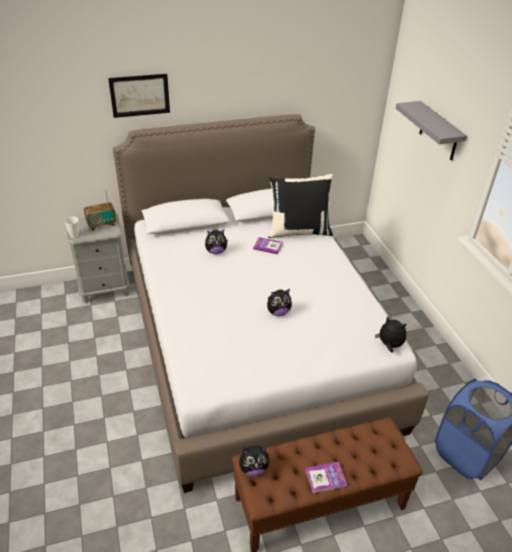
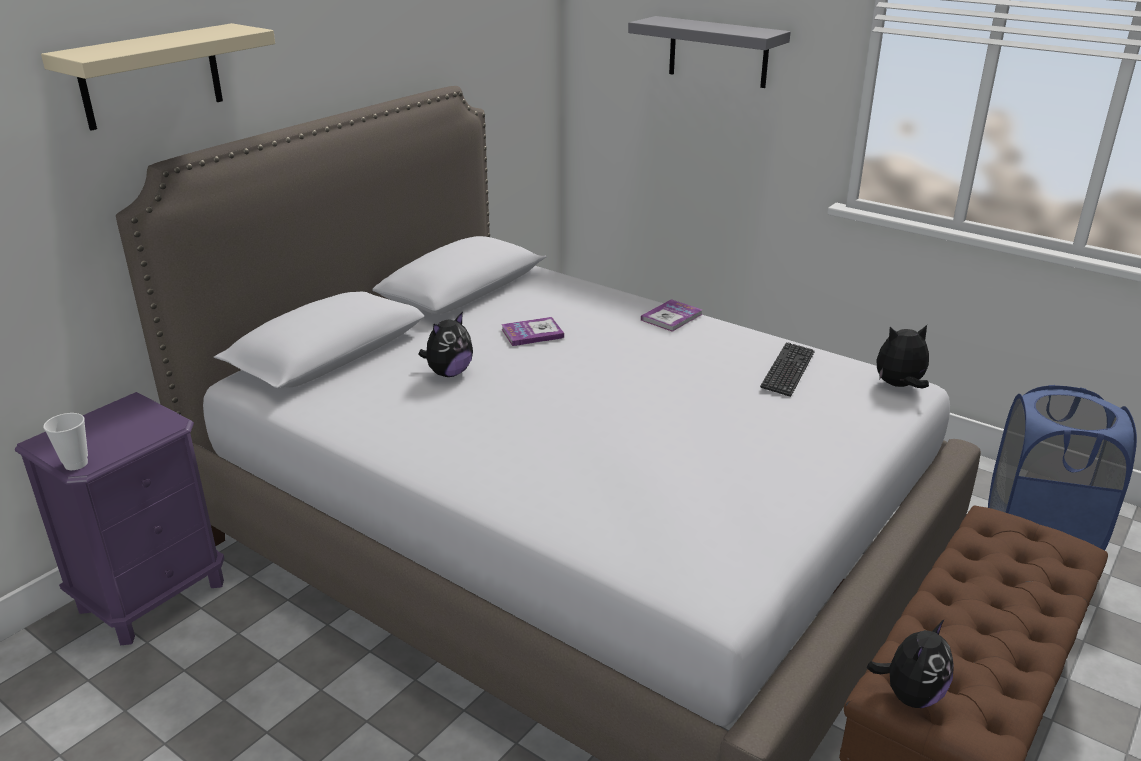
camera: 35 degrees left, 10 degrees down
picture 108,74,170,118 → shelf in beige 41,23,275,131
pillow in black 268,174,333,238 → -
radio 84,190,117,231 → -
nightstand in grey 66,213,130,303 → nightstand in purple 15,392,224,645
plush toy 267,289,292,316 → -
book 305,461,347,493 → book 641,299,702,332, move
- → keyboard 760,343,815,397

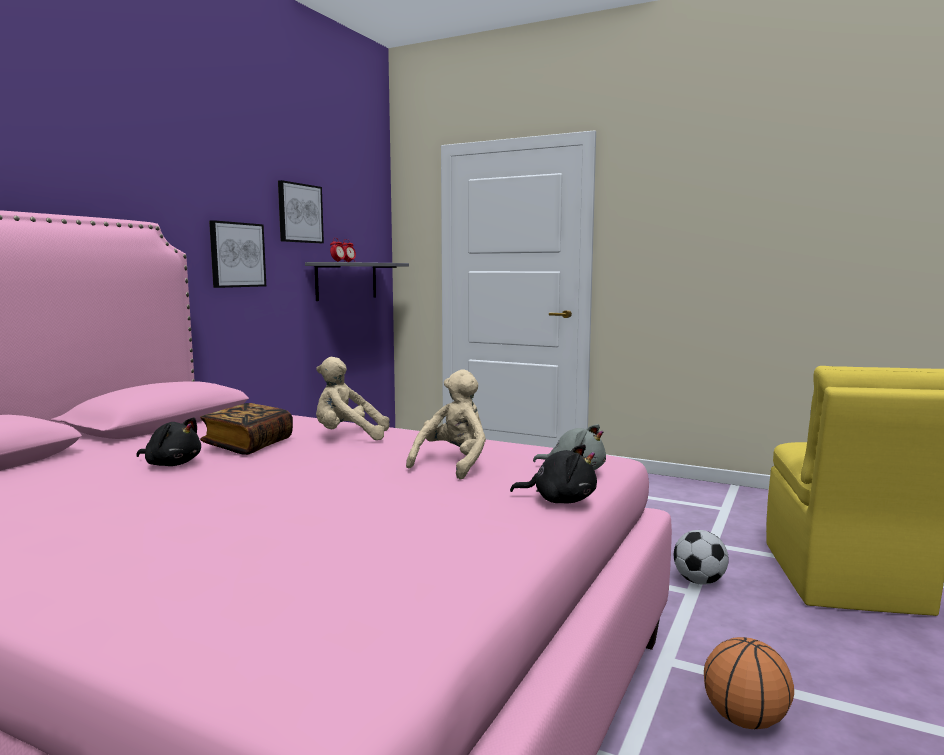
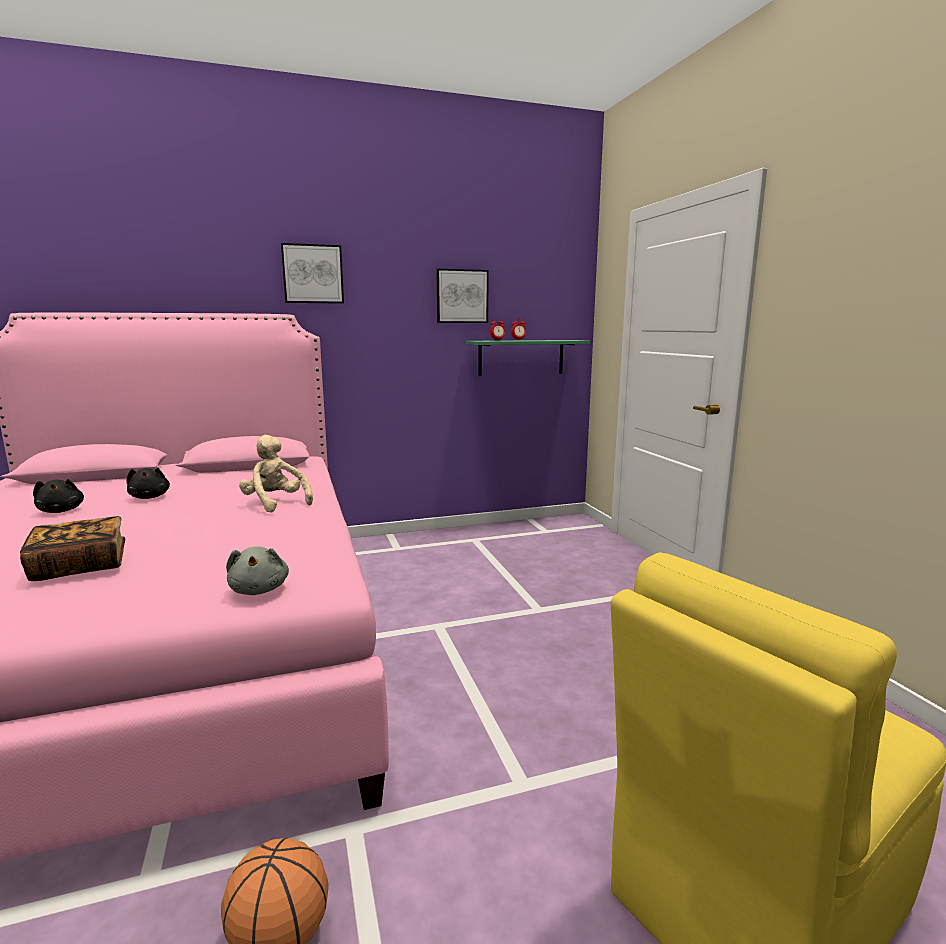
camera: 45 degrees right, 5 degrees up
picture 209,220,266,288 → picture 281,243,344,304, move
shelf in grey 305,262,409,301 → shelf in green 466,340,590,376
plush toy in beige 406,369,486,480 → -
book 200,403,293,455 → book 20,516,125,581, move
plush toy in black 510,444,597,503 → plush toy in black 33,479,84,513, move
football 674,530,729,585 → -

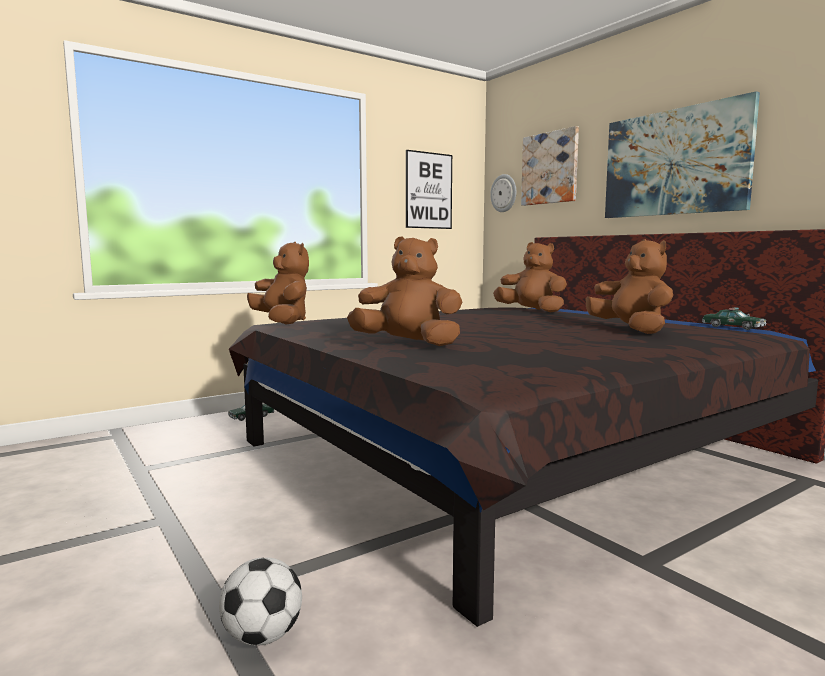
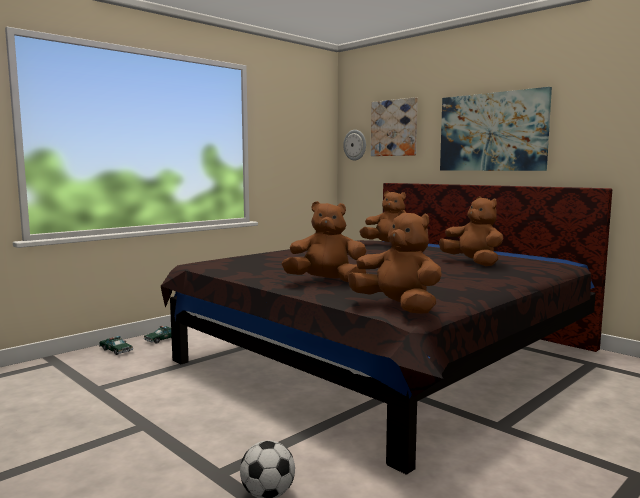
camera: 10 degrees left, 0 degrees up
picture 406,150,452,229 → -
plush toy in brown 247,242,309,324 → plush toy in brown 348,210,442,314, move
toy car 702,307,766,330 → toy car 99,336,133,355, move

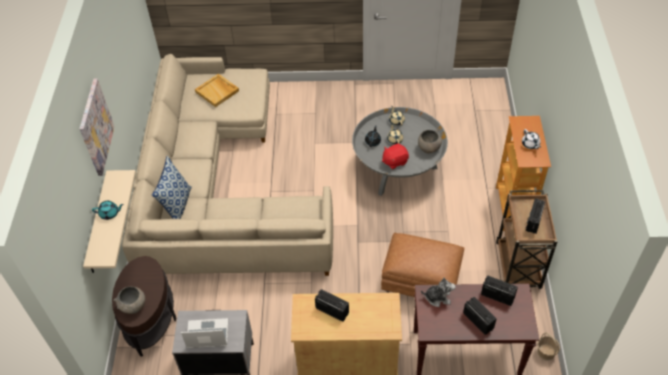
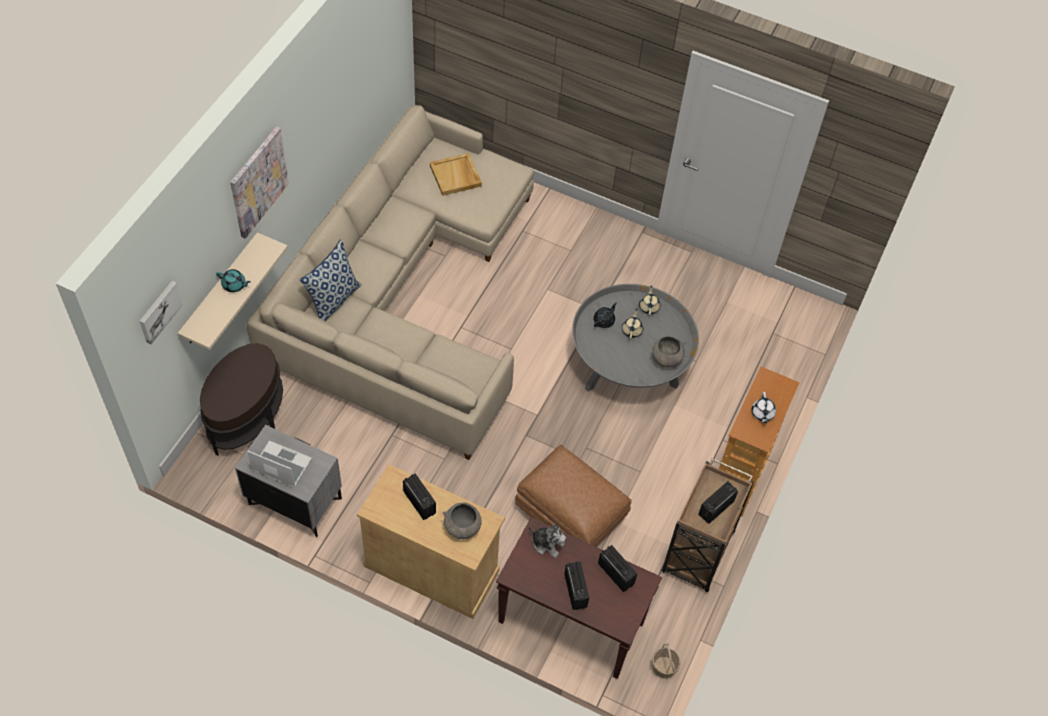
camera: 20 degrees right, 5 degrees up
plush toy in red 382,144,409,169 → -
bowl in grey 113,286,145,314 → bowl in grey 443,503,482,539, move
- → picture 140,281,183,345

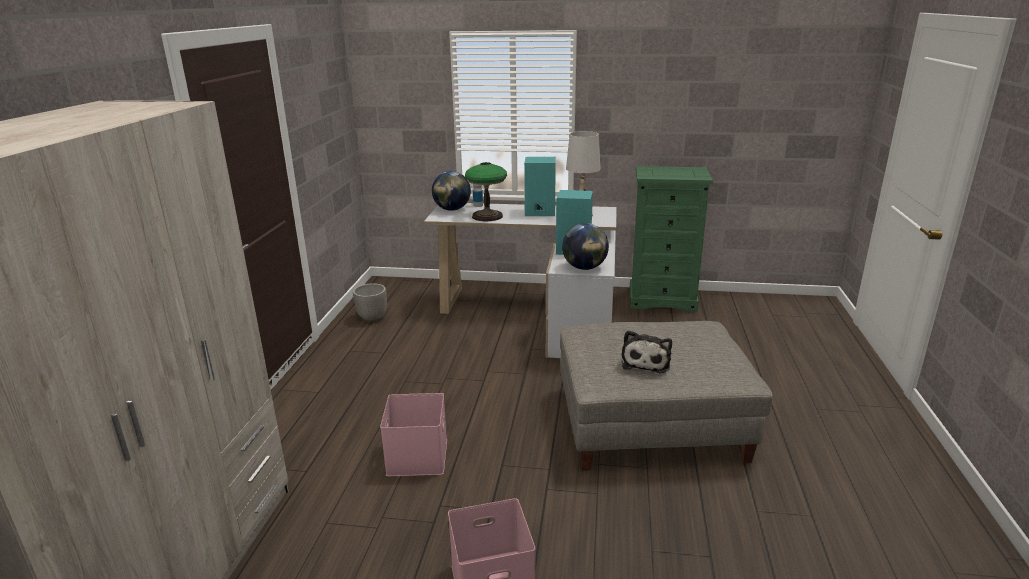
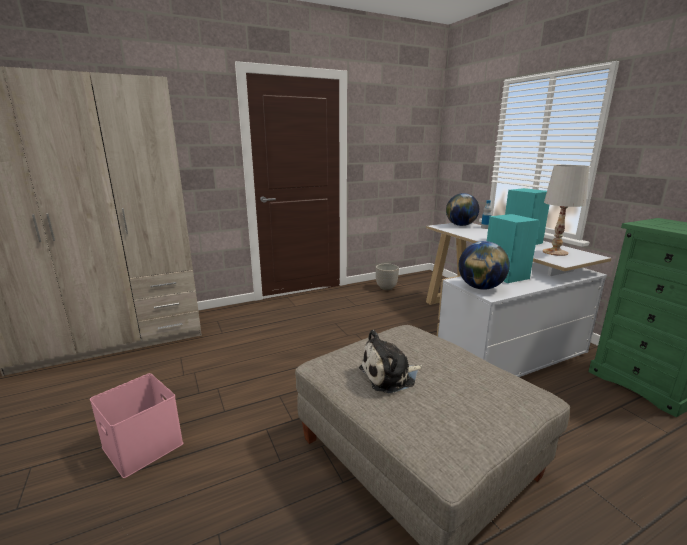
camera: 55 degrees right, 5 degrees down
table lamp 465,162,507,221 → -
storage box in pink 380,393,447,476 → -

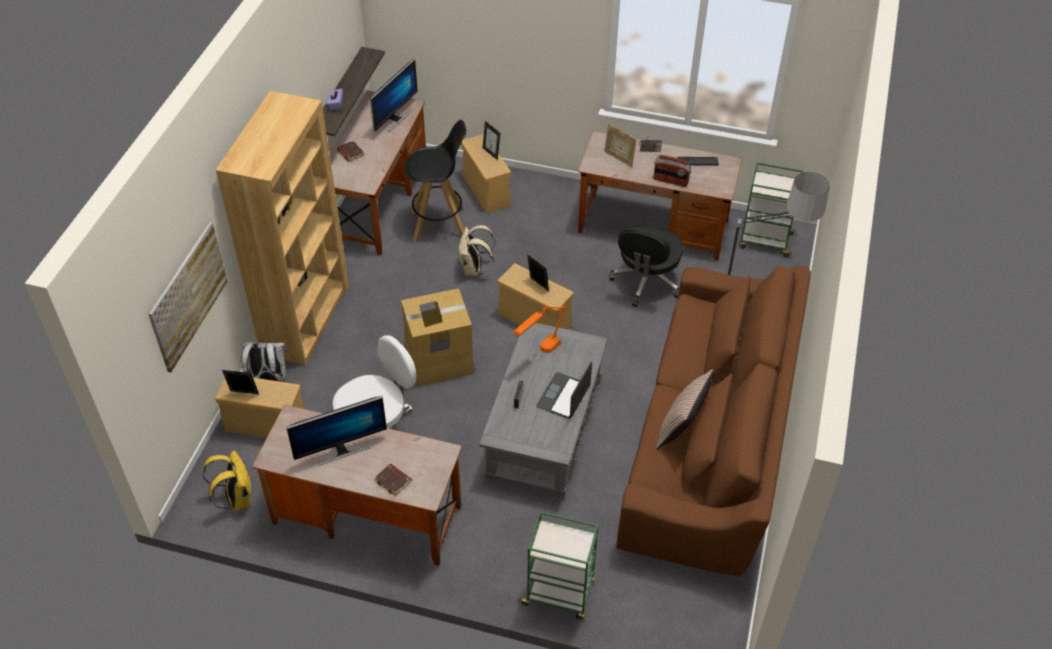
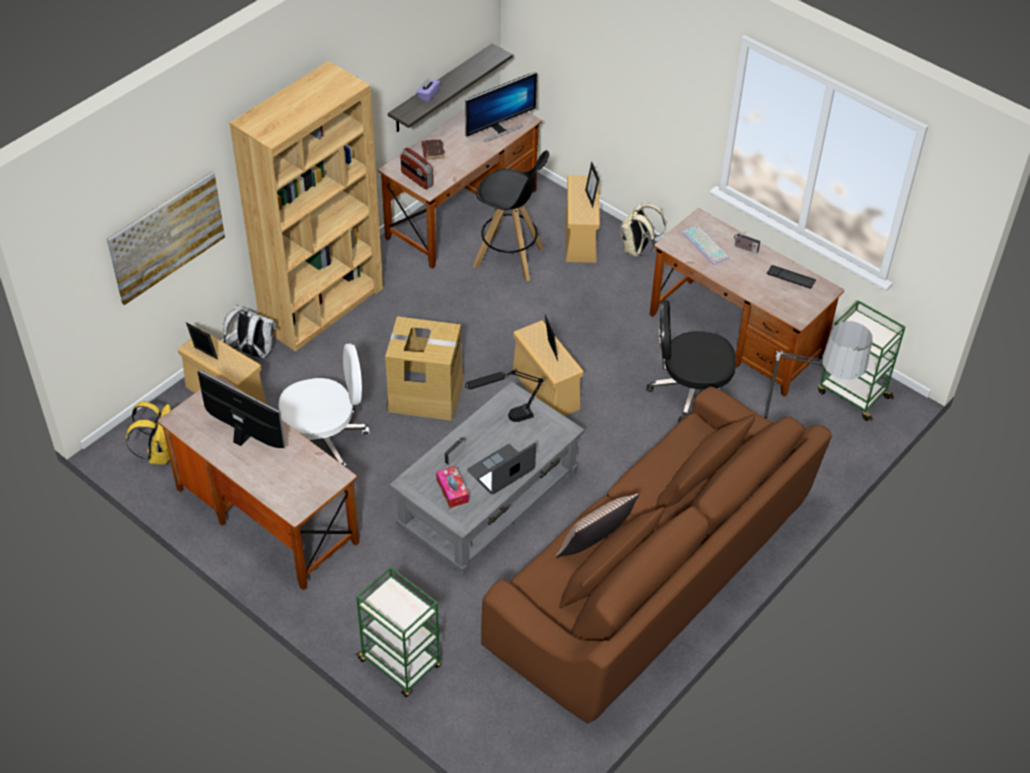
camera: 25 degrees right, 0 degrees up
picture frame 604,124,637,167 → keyboard 682,225,729,265
radio 654,155,692,187 → radio 400,147,434,190, move
backpack in beige 458,225,495,276 → backpack in beige 621,202,666,257, move
office chair in black 609,226,683,307 → office chair in black 646,300,736,422, 45 degrees clockwise
table lamp in orange 513,305,566,353 → table lamp in black 465,369,545,422
monitor 286,396,387,466 → monitor 197,370,285,448, 150 degrees counterclockwise
book in brown 374,463,412,496 → -
- → tissue box 436,466,469,508

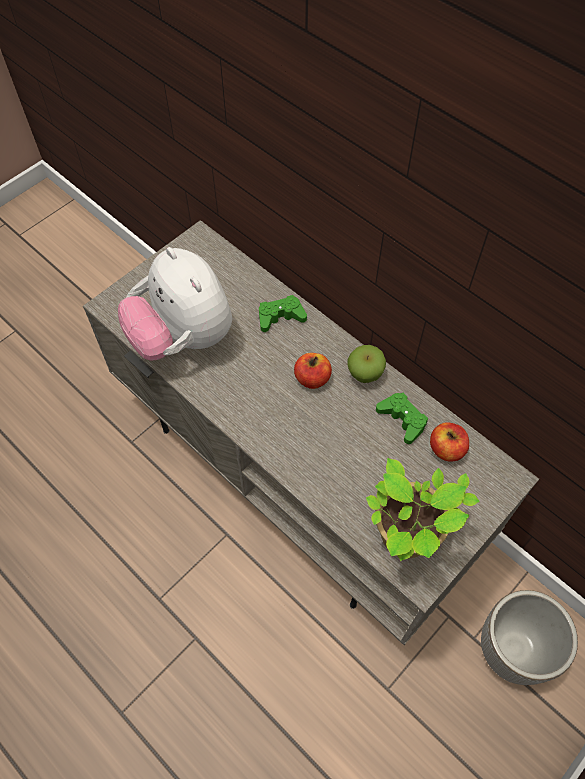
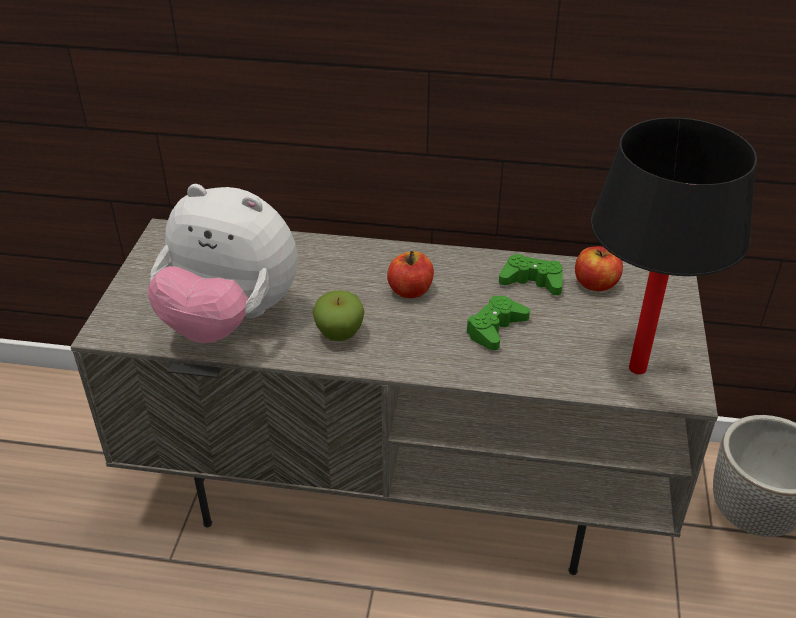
camera: 35 degrees left, 20 degrees down
game controller in green 259,295,307,332 → game controller in green 466,296,530,350, move
apple 348,345,386,383 → apple 313,290,365,341, move
potted plant 366,458,480,561 → table lamp in black 591,117,757,375

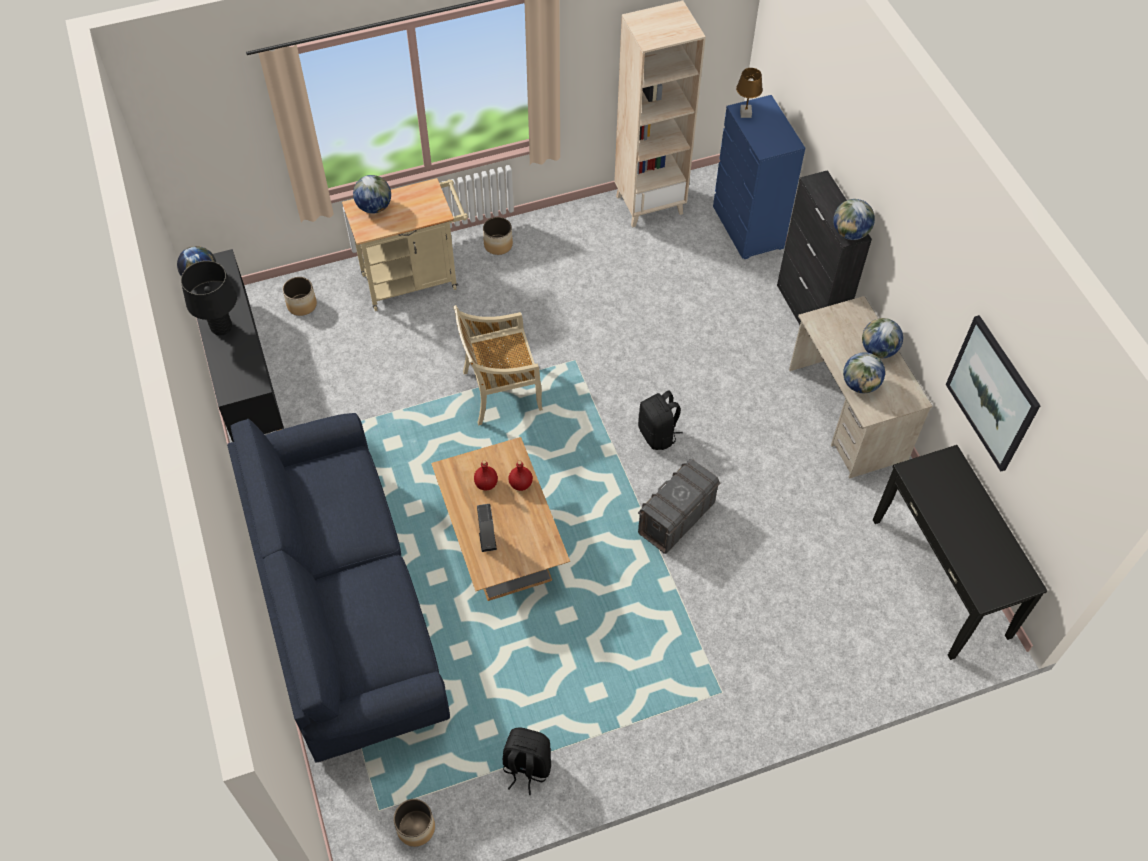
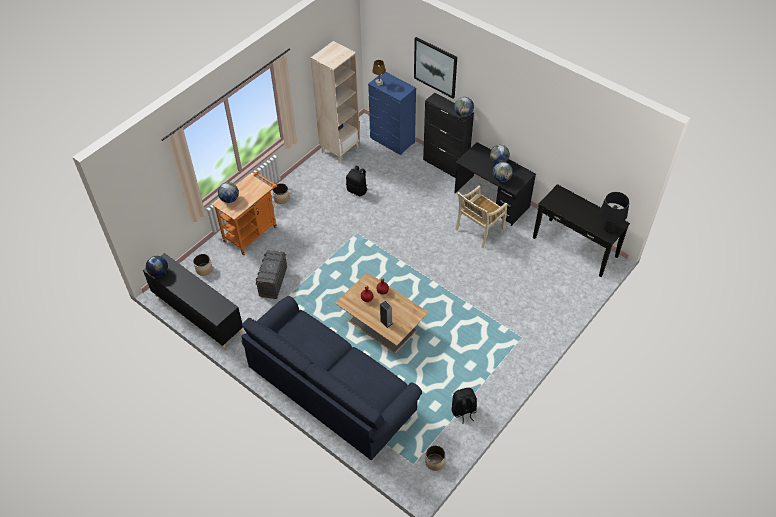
camera: 30 degrees left, 5 degrees down
cart in beige 342,178,468,311 → cart in orange 211,172,277,255
table lamp in black 181,261,237,335 → table lamp in black 600,192,630,233, move
desk in beige 789,296,933,479 → desk in black 454,142,536,226
chair in beige 453,305,543,425 → chair in beige 455,186,507,248, move
picture 946,315,1040,472 → picture 414,37,457,99, move
backpack in black 638,390,683,450 → backpack in black 346,166,367,196, move
storage box in grey 638,459,721,554 → storage box in grey 256,250,287,299, move

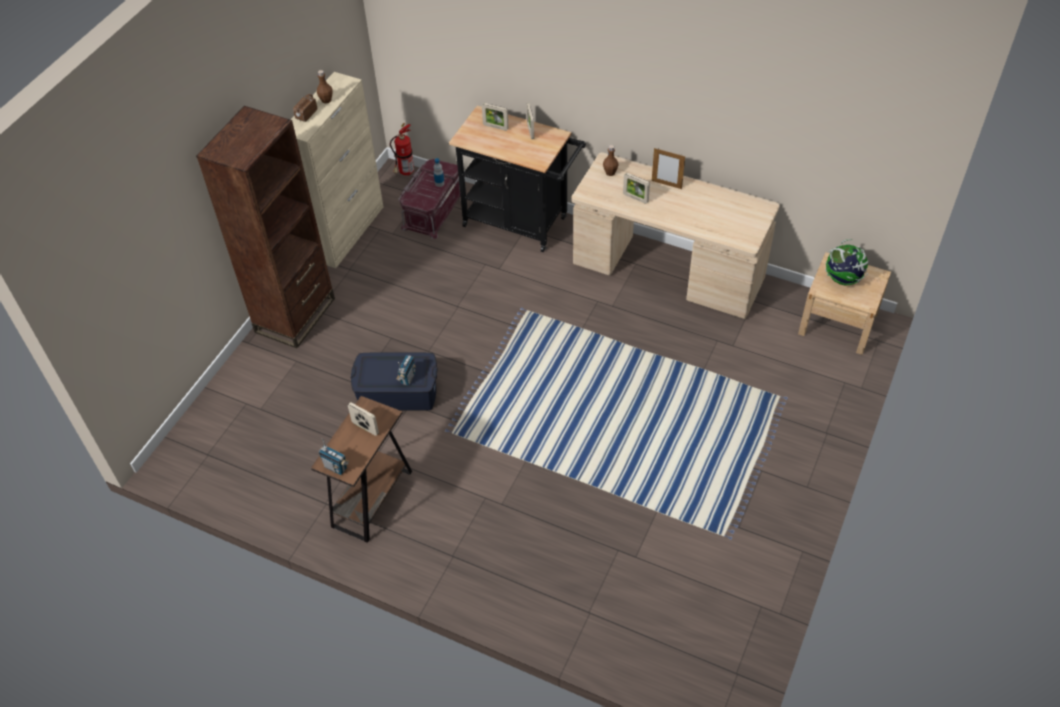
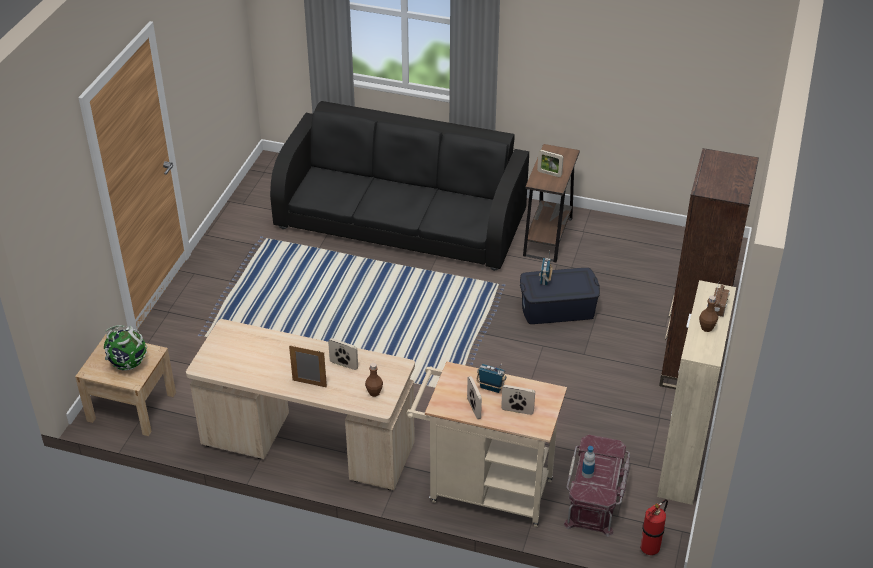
camera: 170 degrees right, 10 degrees down
cart in black 449,106,586,252 → cart in beige 407,362,567,527
radio 319,438,349,475 → radio 476,364,506,393, move
- → sofa in black 270,101,529,271

